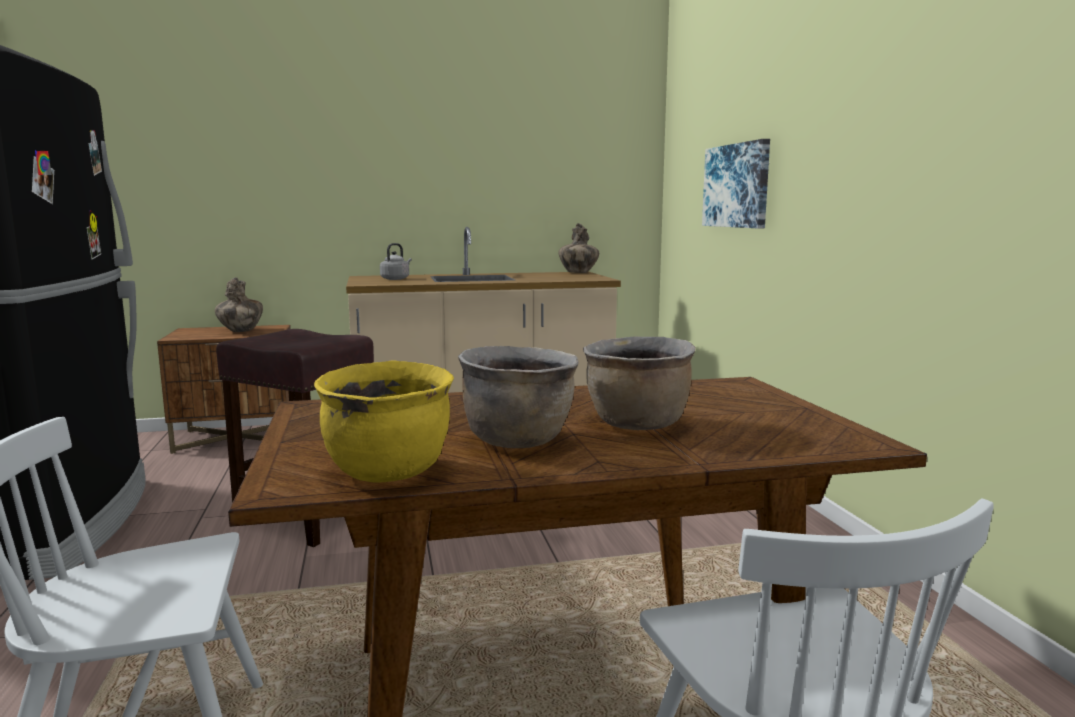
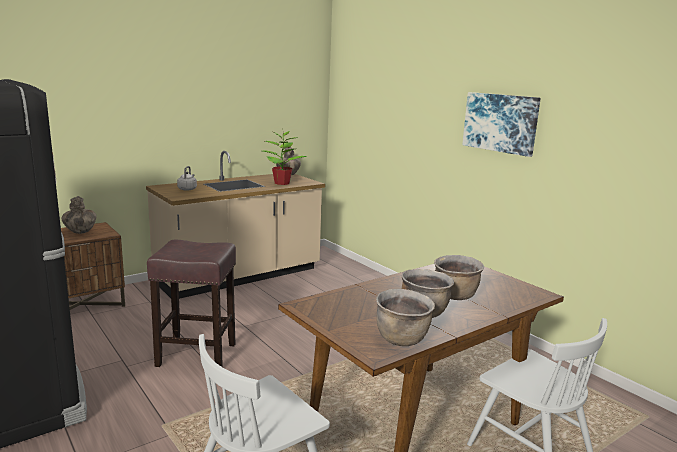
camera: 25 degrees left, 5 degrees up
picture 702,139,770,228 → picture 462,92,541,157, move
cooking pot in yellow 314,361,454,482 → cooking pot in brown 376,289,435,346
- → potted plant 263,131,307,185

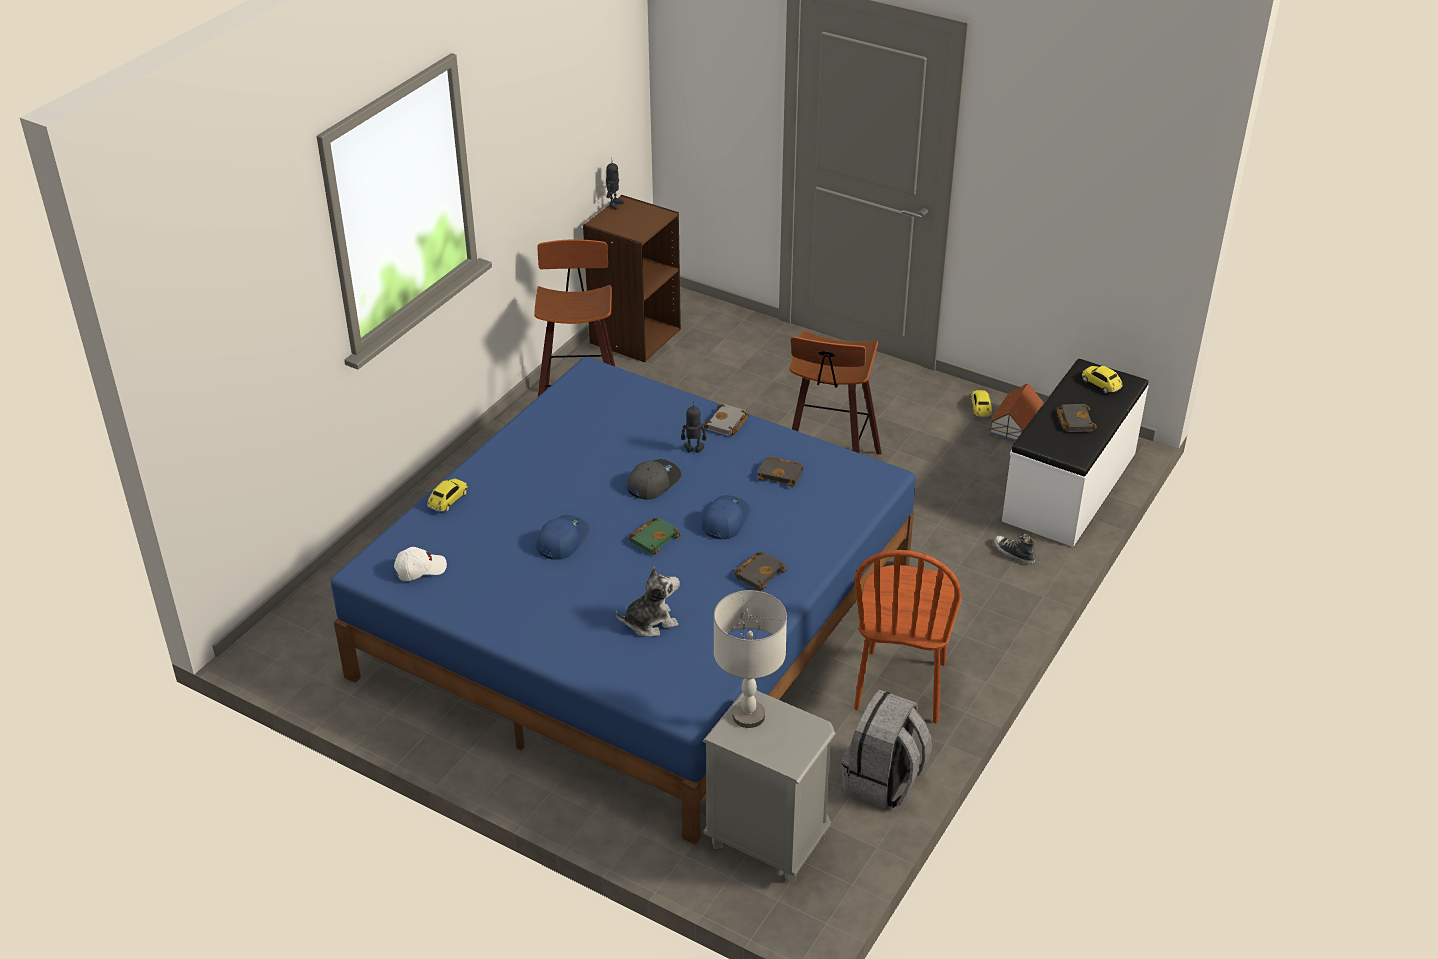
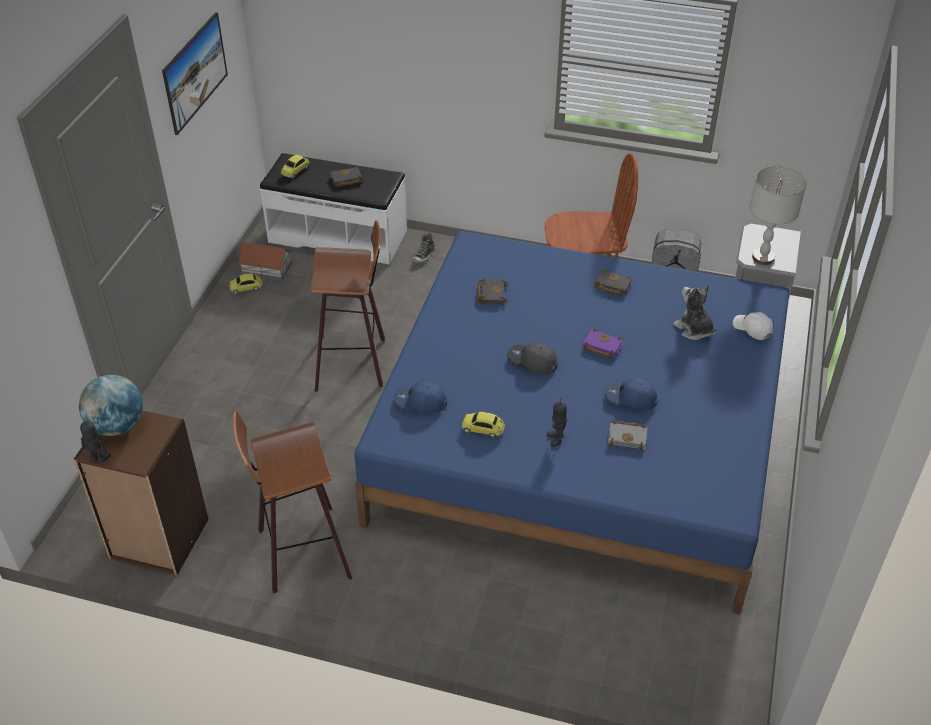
camera: 105 degrees left, 5 degrees up
toy robot 681,401,707,453 → toy robot 547,398,567,447, move
book in grey 704,404,749,436 → book in grey 608,421,647,451, move
toy car 427,479,468,512 → toy car 462,412,505,438, move
cap in blue 702,495,750,539 → cap in blue 394,381,447,413, move
book in green 629,518,681,555 → book in purple 583,329,623,358
cap in white 394,547,447,581 → cap in white 733,312,773,340, move
- → picture 162,12,228,135
- → globe 79,375,143,436

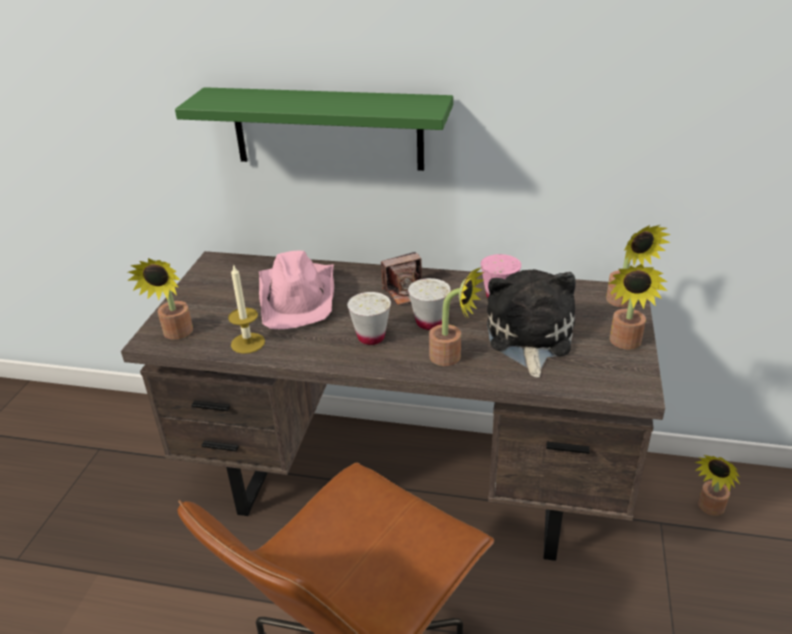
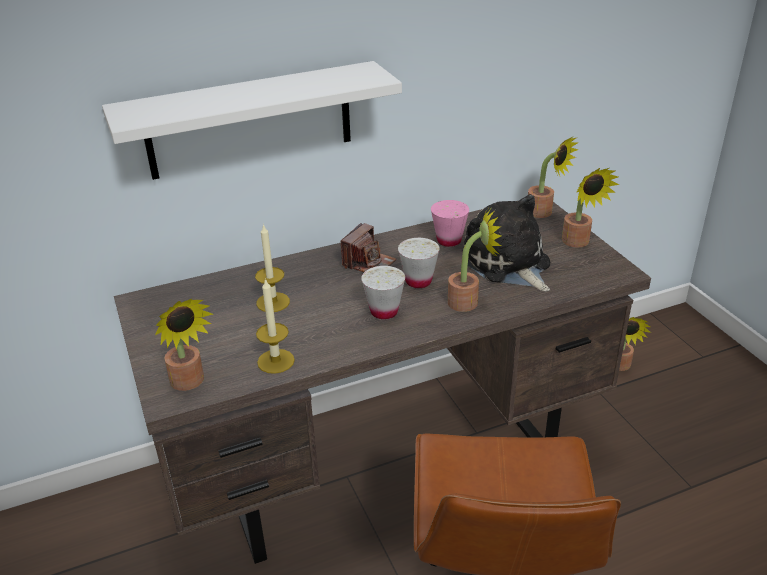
camera: 35 degrees left, 0 degrees up
shelf in green 175,87,453,171 → shelf in white 102,61,402,180
hat in pink 259,251,334,329 → candle 255,224,290,312

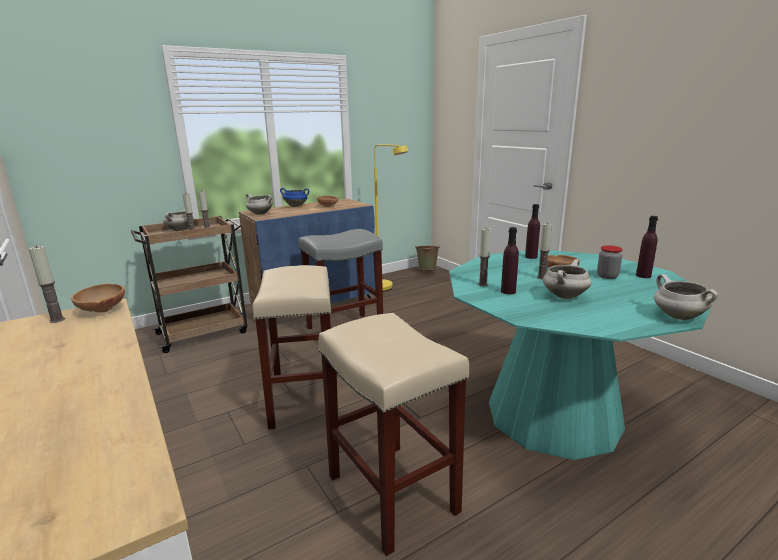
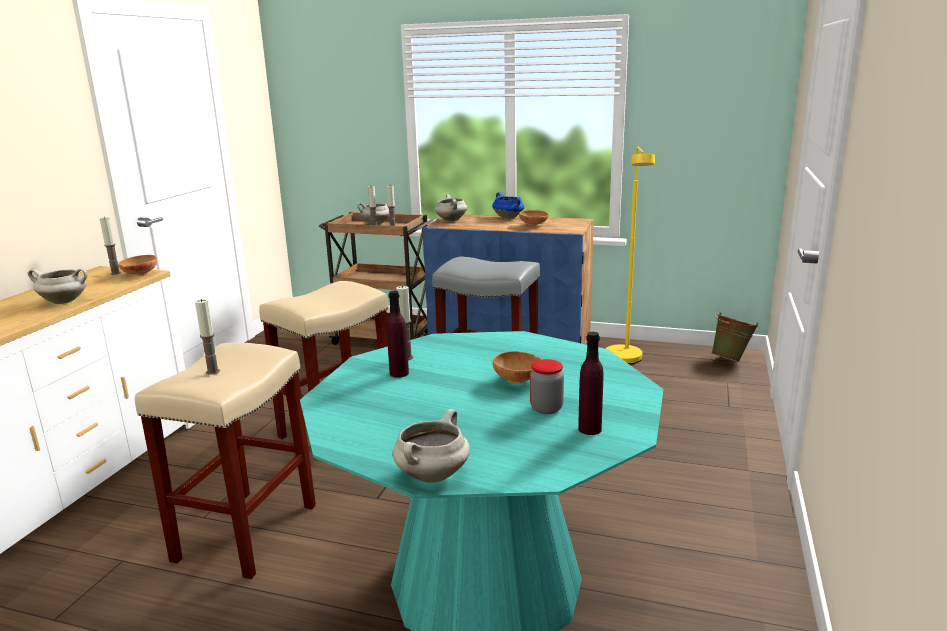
camera: 50 degrees right, 0 degrees up
bottle in purple 525,204,540,259 → -
candle 537,222,552,280 → candle 195,299,220,375, move
cooking pot in white 543,259,591,299 → cooking pot in white 28,268,87,304, move

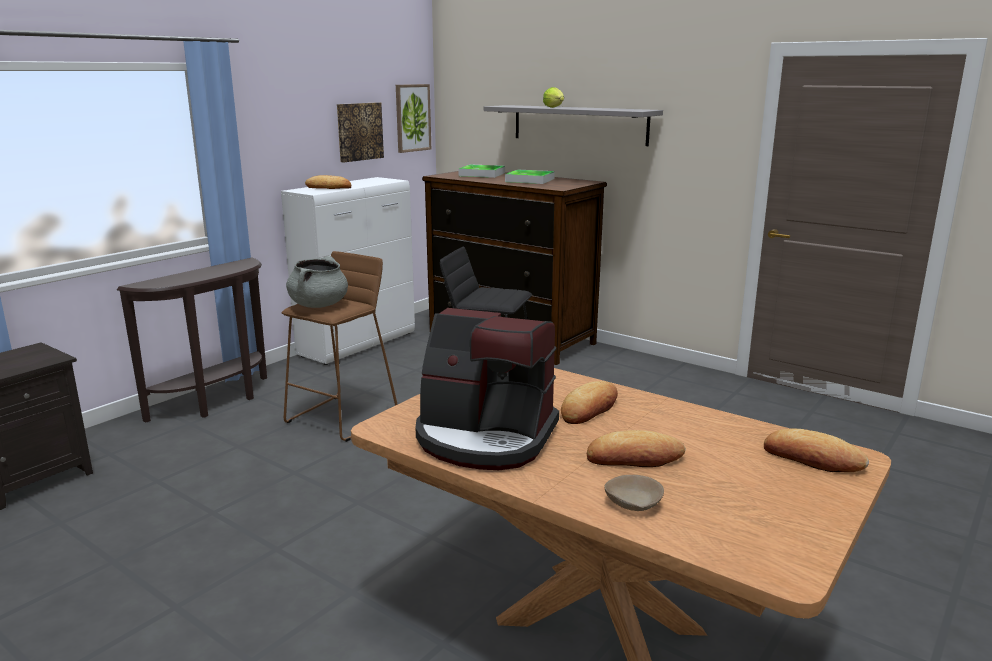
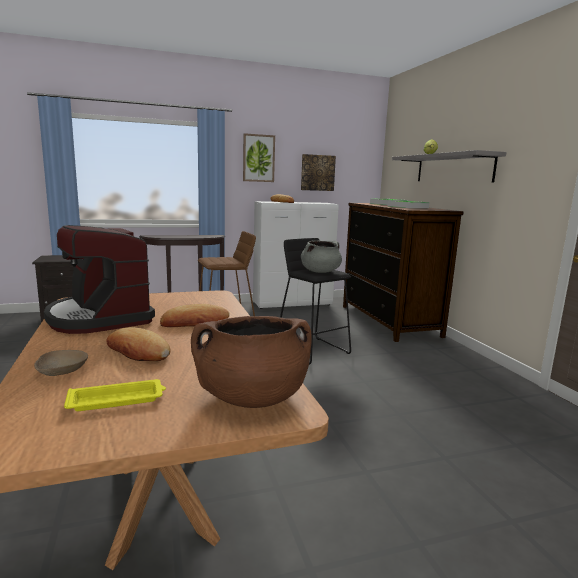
camera: 35 degrees right, 5 degrees down
picture 396,84,431,153 → picture 243,133,275,182, move
cooking pot in grey 286,256,348,308 → cooking pot in grey 301,240,342,273, move
bread 764,429,869,472 → cooking pot in brown 191,316,312,408
- → tray in yellow 64,379,166,411

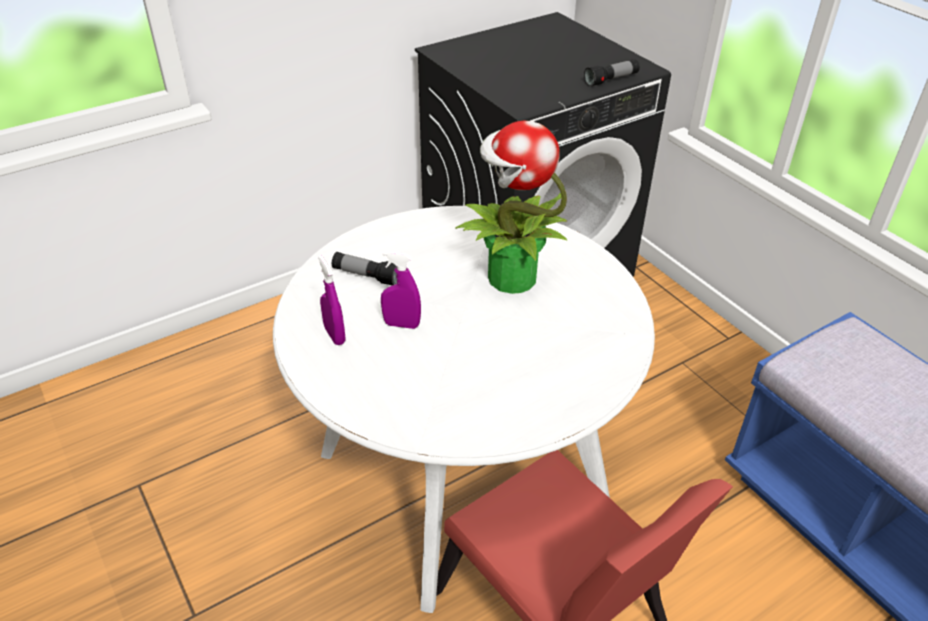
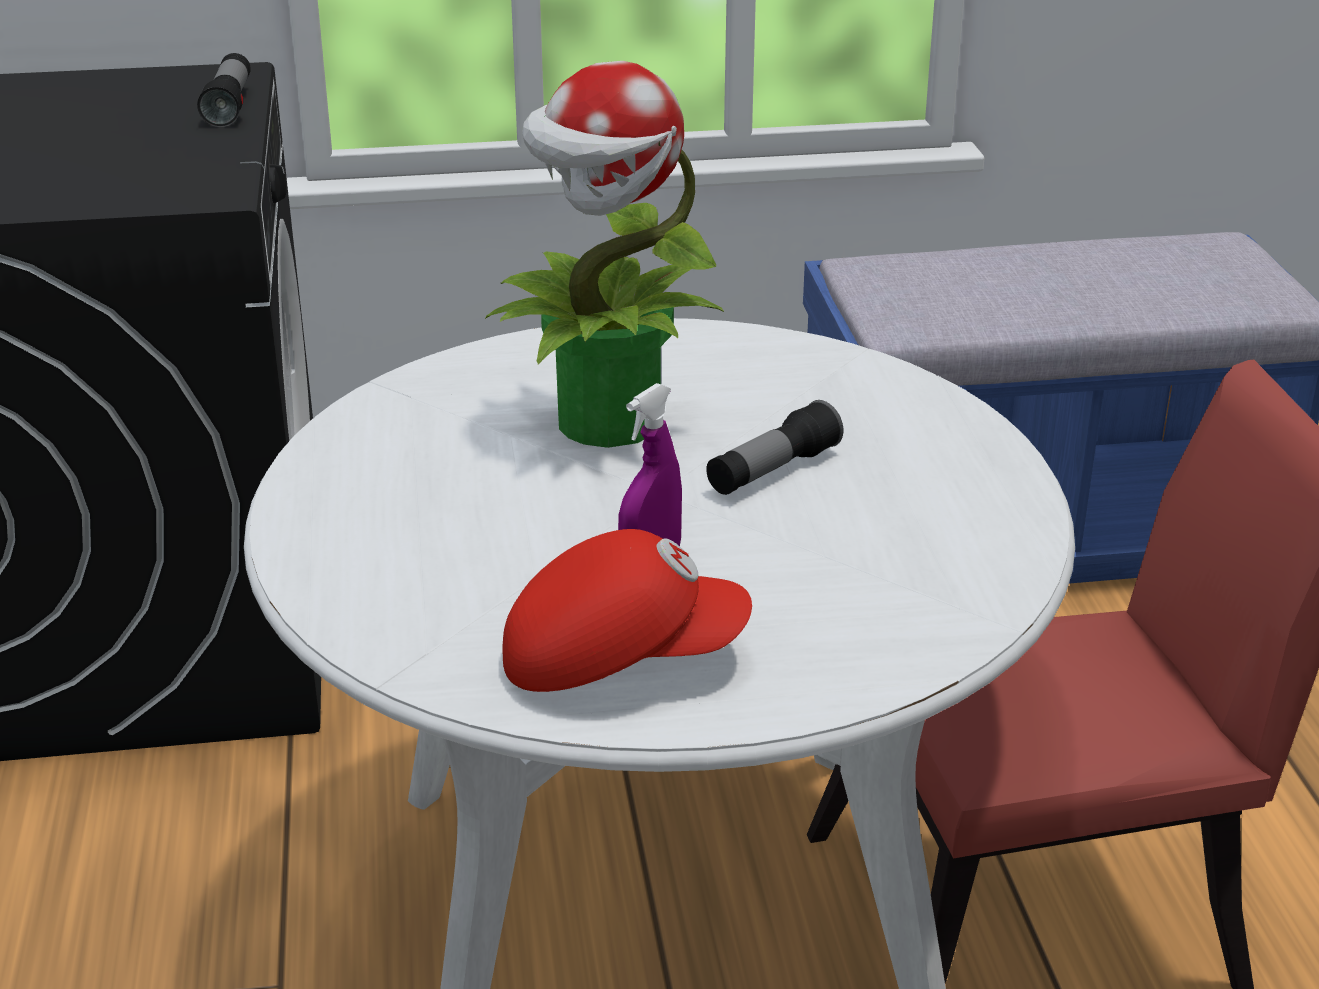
camera: 65 degrees left, 10 degrees down
flashlight 332,252,397,285 → flashlight 706,400,843,495, move
spray bottle in purple 318,255,345,345 → cap in red 502,529,752,692

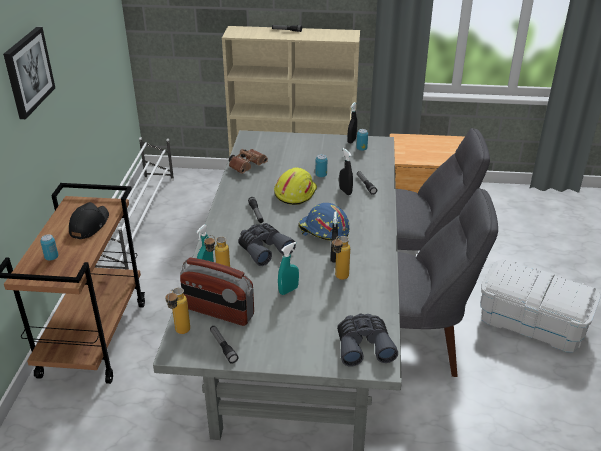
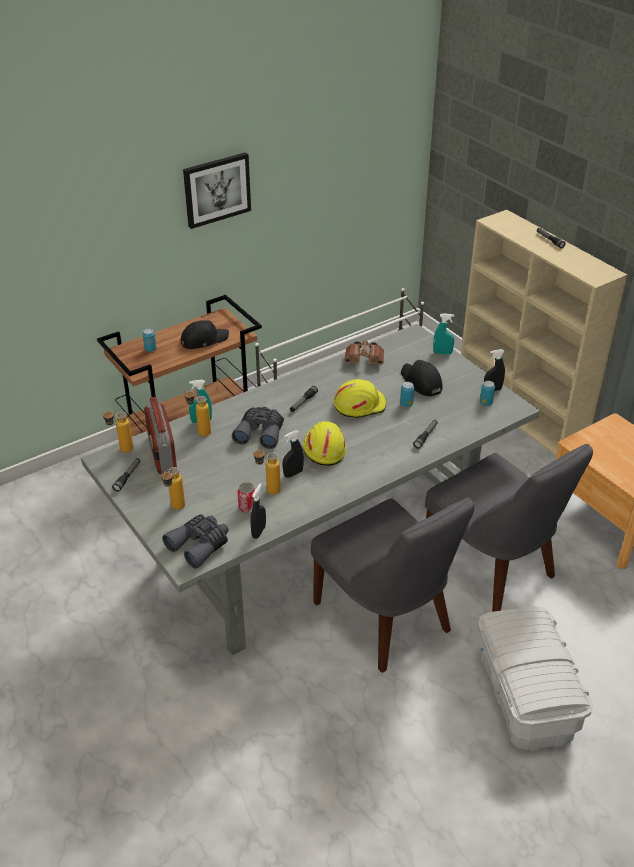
camera: 50 degrees right, 5 degrees up
spray bottle in black 339,148,353,195 → spray bottle in black 250,483,266,539, move
hard hat in blue 298,203,350,241 → hard hat in yellow 303,421,346,466
spray bottle in turquoise 278,242,299,295 → spray bottle in turquoise 433,313,454,355, move
- → cap in black 401,360,443,396
- → bottle 161,467,185,510
- → can 237,482,256,513

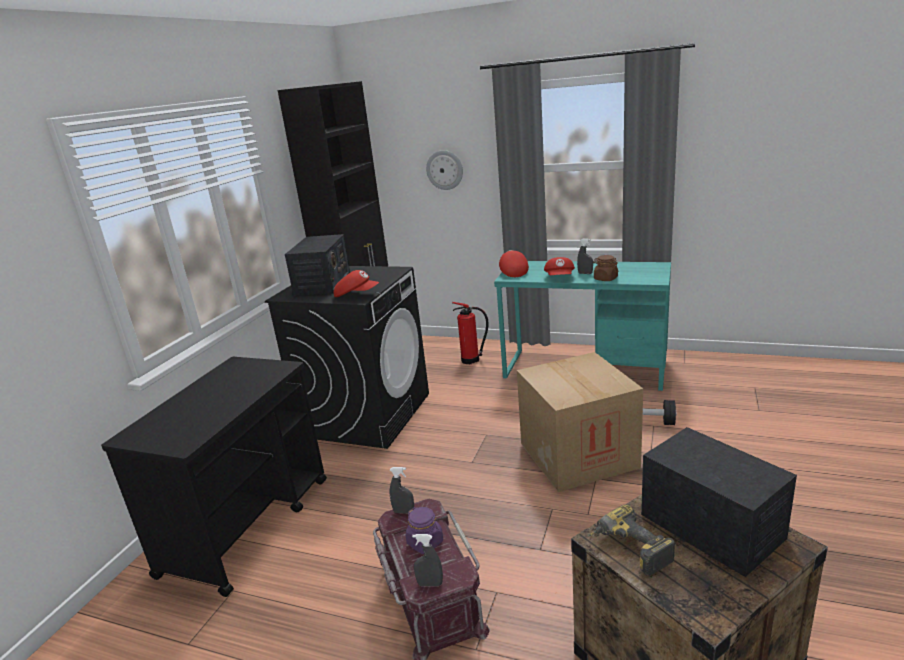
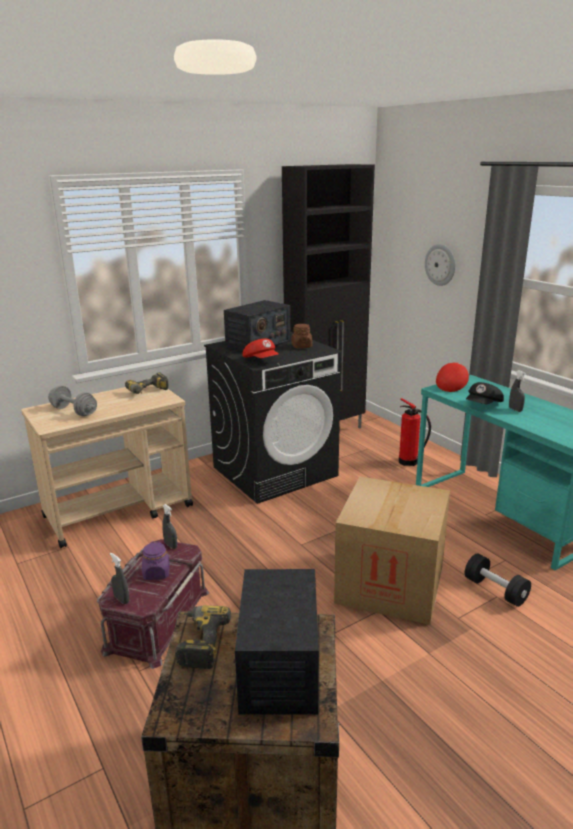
camera: 35 degrees right, 0 degrees up
jar in brown 593,255,618,281 → jar in brown 292,324,312,348, move
cap in red 544,257,575,275 → cap in black 466,382,504,404
cart in black 101,357,327,597 → cart in beige 21,384,193,548
- → power drill 125,373,169,394
- → dumbbell in grey 48,386,97,416

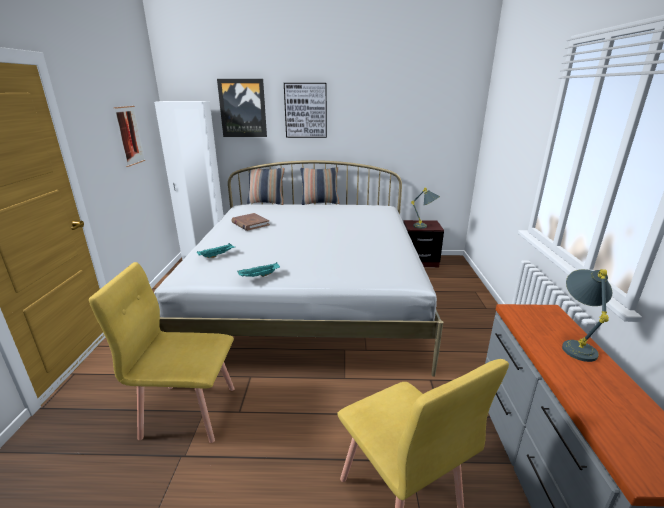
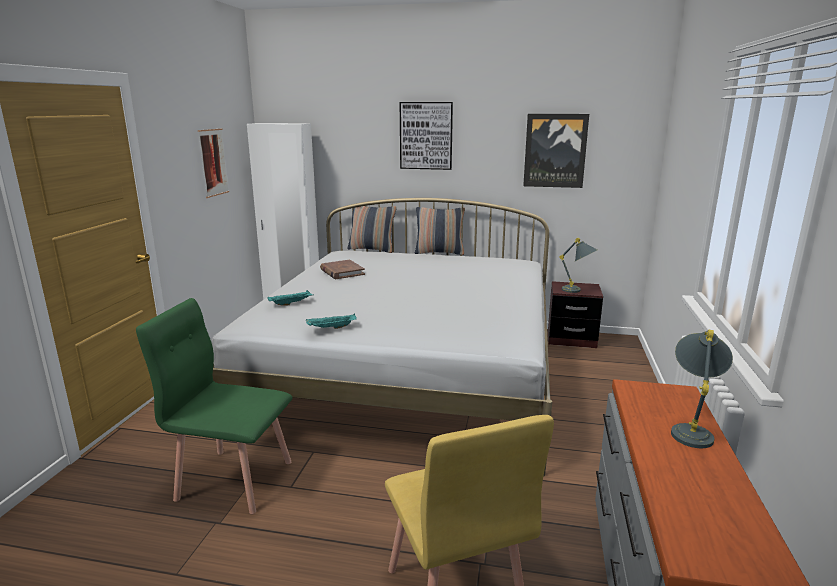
camera: 10 degrees right, 5 degrees down
picture 217,79,267,137 → picture 523,114,589,188, move
chair in yellow 89,262,235,443 → chair in green 136,298,292,514

